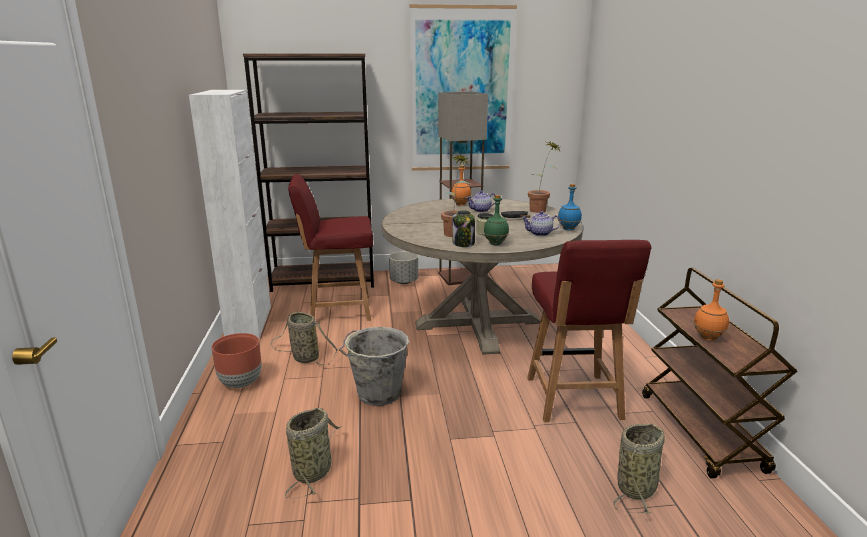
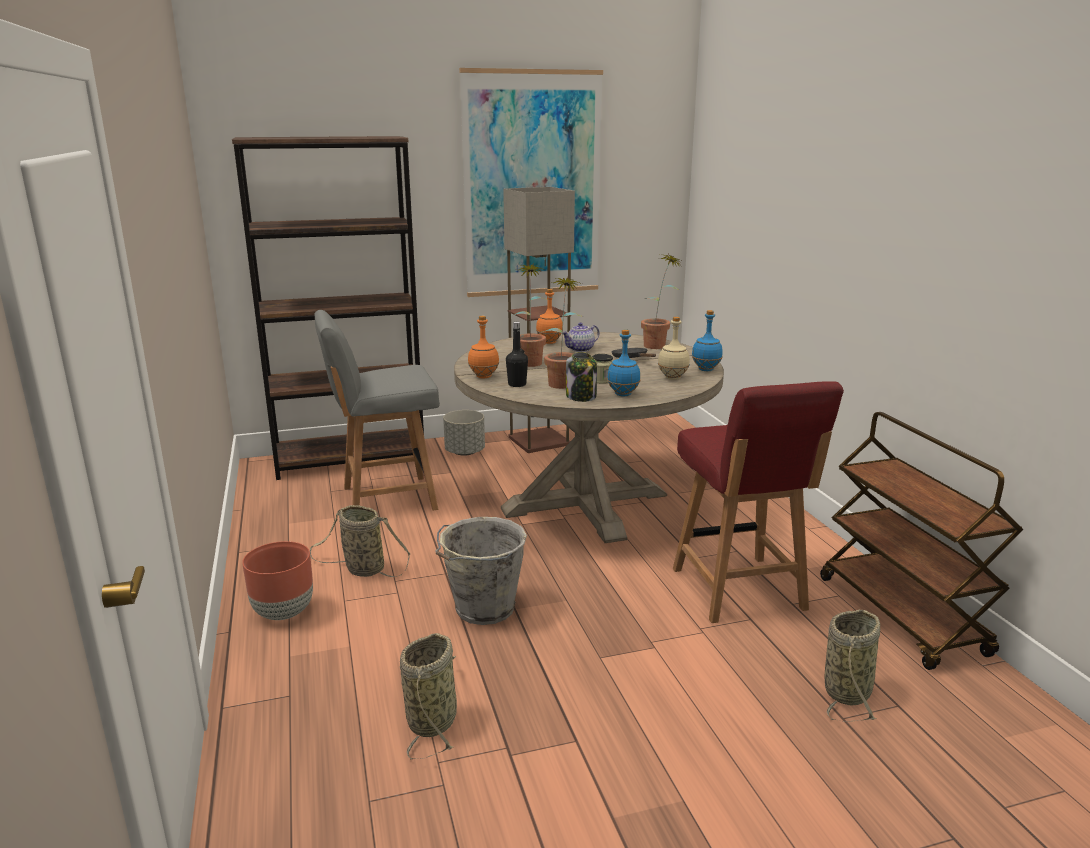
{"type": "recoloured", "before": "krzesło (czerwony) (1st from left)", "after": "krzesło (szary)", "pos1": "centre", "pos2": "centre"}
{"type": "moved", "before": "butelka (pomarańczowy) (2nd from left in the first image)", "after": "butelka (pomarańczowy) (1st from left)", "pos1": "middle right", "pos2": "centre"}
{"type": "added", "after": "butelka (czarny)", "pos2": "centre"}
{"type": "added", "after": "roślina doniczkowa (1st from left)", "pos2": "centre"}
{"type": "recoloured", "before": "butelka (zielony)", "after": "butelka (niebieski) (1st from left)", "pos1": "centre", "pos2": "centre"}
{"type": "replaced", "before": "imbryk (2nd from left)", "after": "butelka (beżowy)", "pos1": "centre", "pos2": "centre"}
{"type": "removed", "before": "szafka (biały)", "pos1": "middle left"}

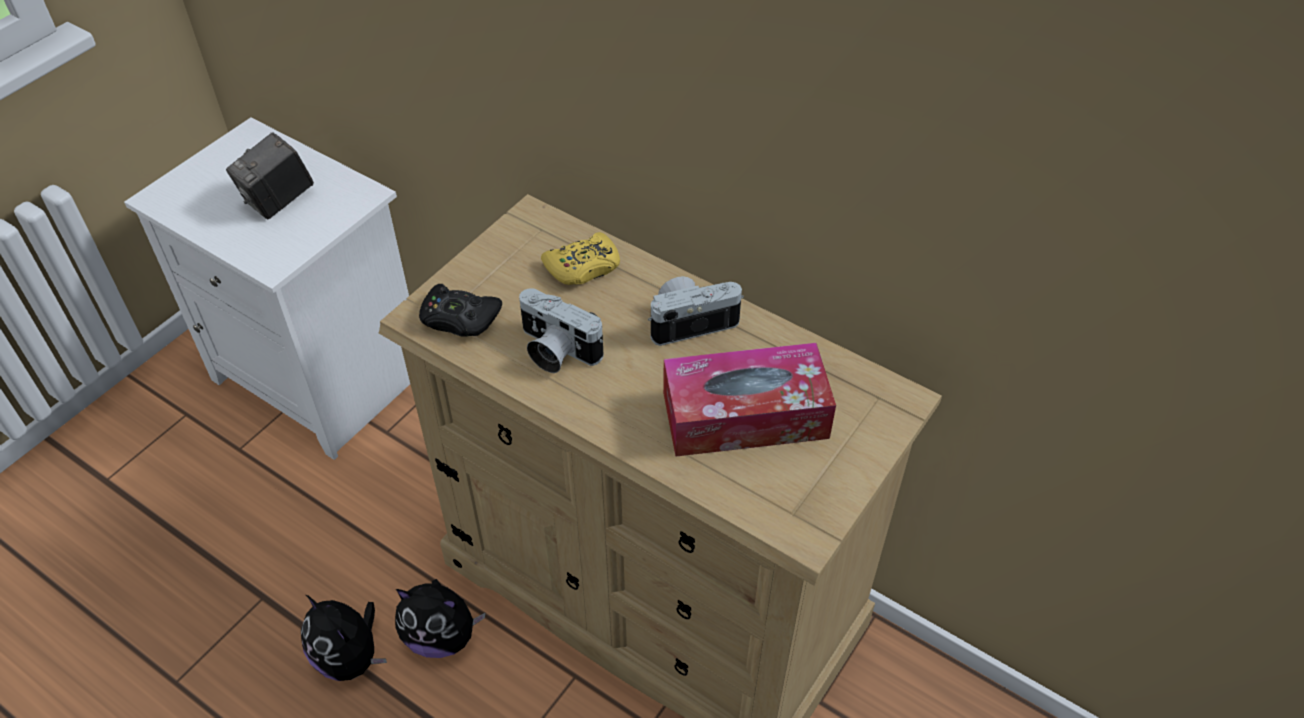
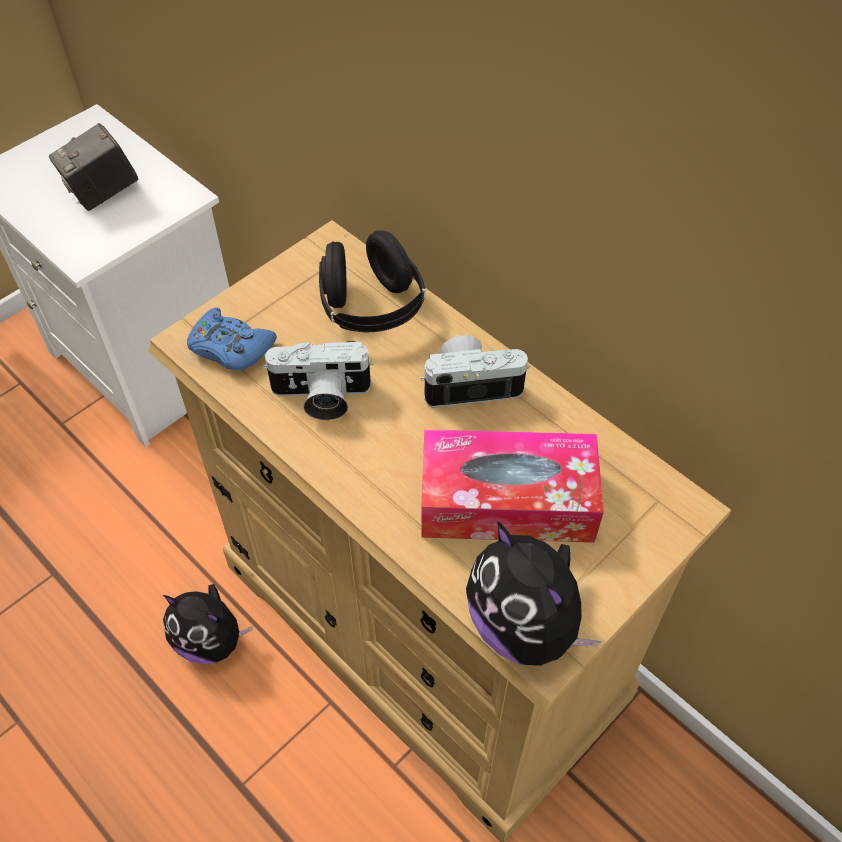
{"type": "recoloured", "before": "pad do gier (czarny)", "after": "pad do gier (niebieski)", "pos1": "centre", "pos2": "middle left"}
{"type": "turned", "before": "aparat fotograficzny (2nd from left)", "pos1": "centre", "pos2": "centre", "turn": -45}
{"type": "replaced", "before": "pad do gier (żółty)", "after": "słuchawki (czarny)", "pos1": "centre", "pos2": "centre"}
{"type": "moved", "before": "pluszak (1st from left in the first image)", "after": "pluszak (2nd from left)", "pos1": "bottom left", "pos2": "bottom centre"}

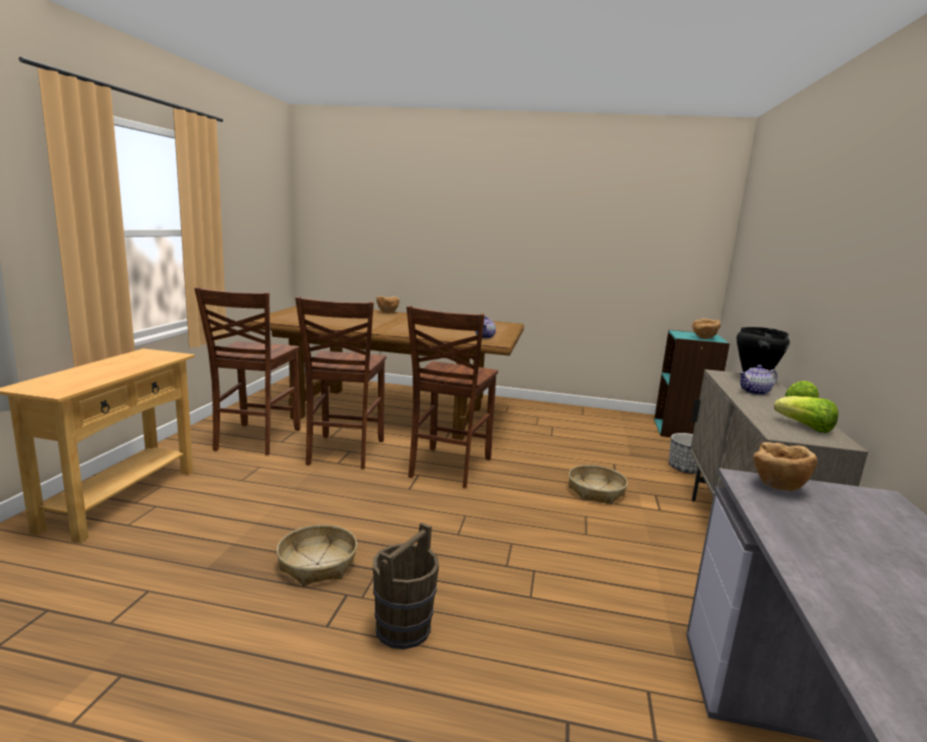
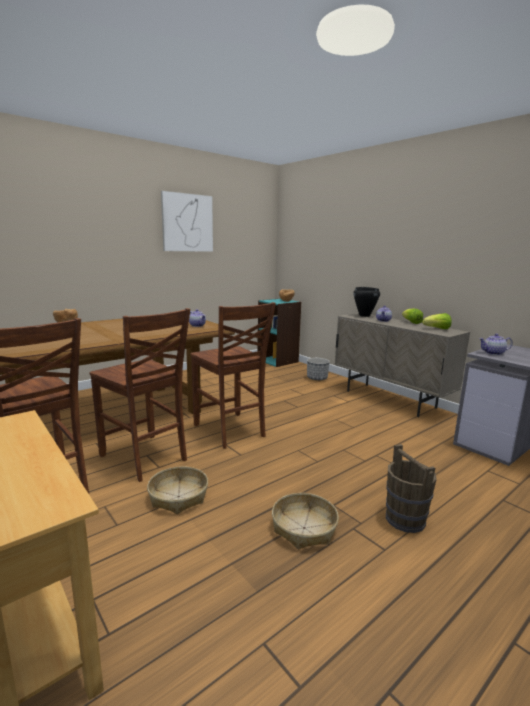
{"type": "moved", "before": "koszyk (2nd from left in the first image)", "after": "koszyk (1st from left)", "pos1": "centre", "pos2": "bottom centre"}
{"type": "added", "after": "obraz", "pos2": "top centre"}
{"type": "replaced", "before": "miska (brązowy) (3rd from left)", "after": "imbryk (3rd from left)", "pos1": "middle right", "pos2": "middle right"}

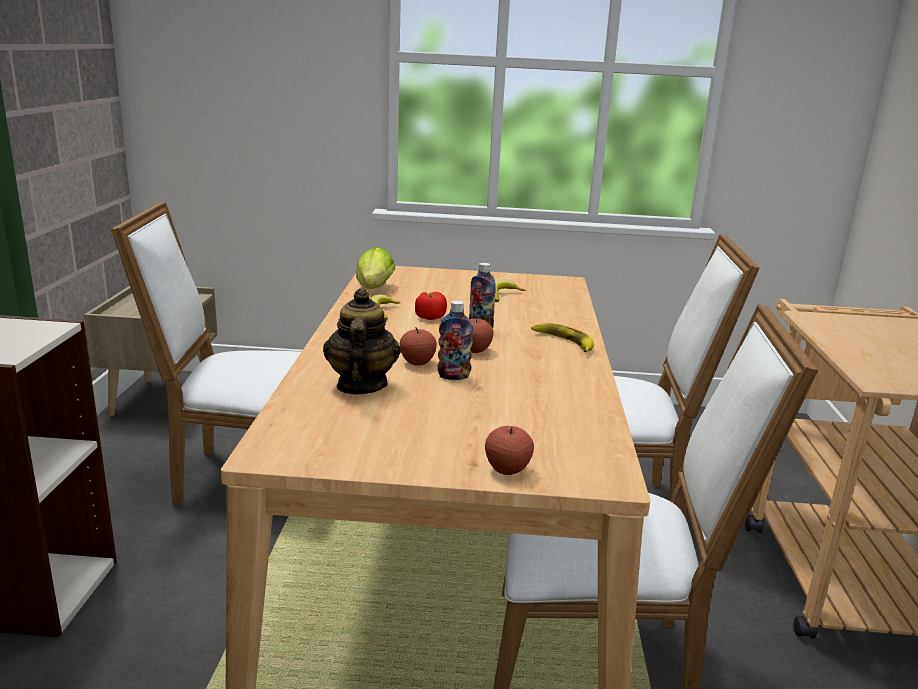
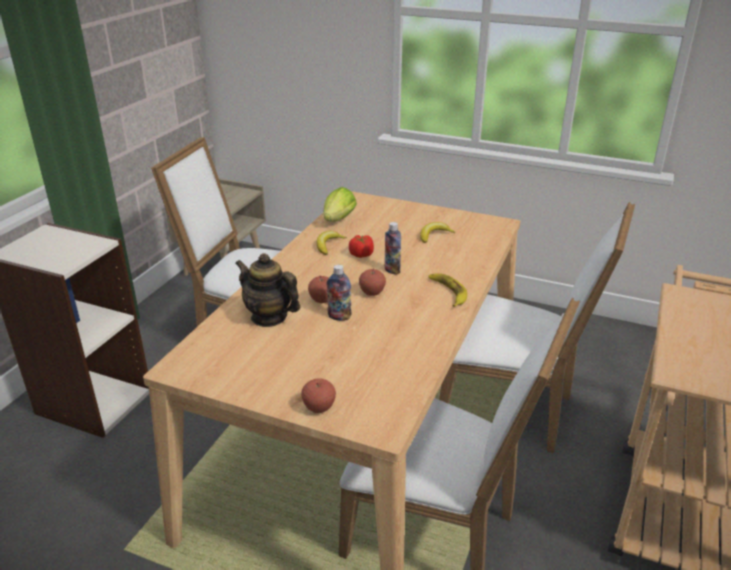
{"type": "turned", "before": "imbryk", "pos1": "centre", "pos2": "centre", "turn": -75}

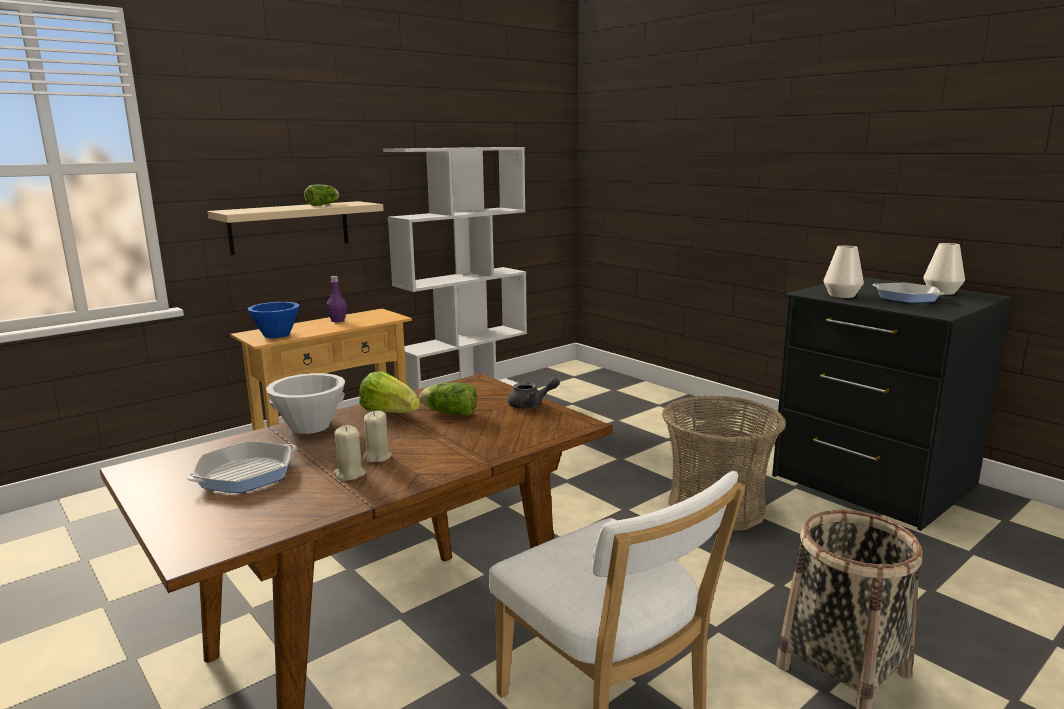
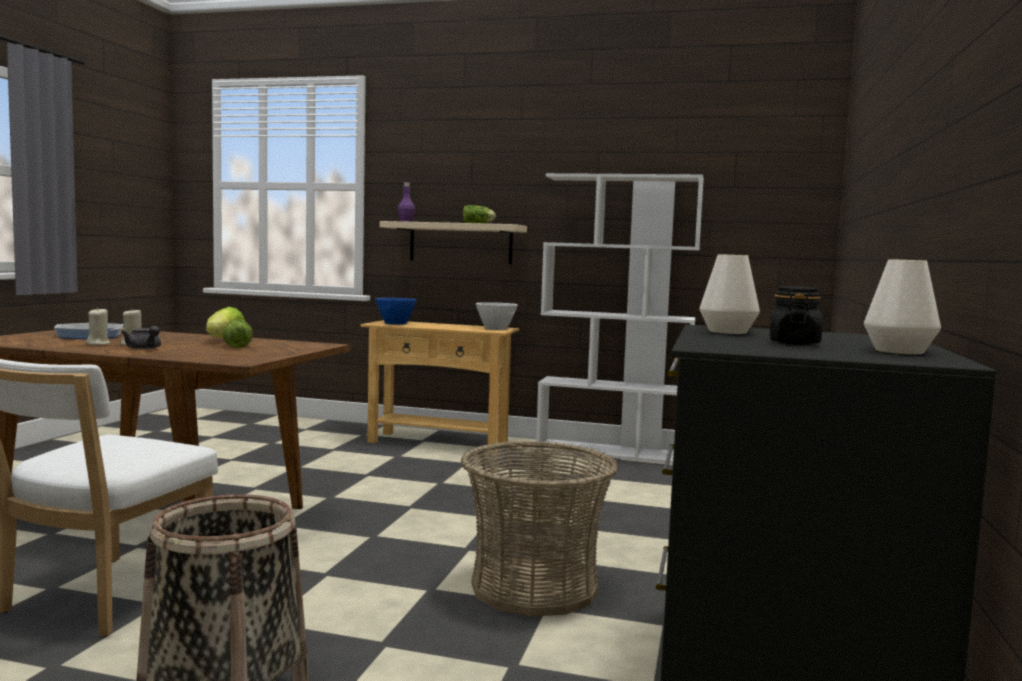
{"type": "moved", "before": "imbryk (szary)", "pos1": "centre", "pos2": "middle left"}
{"type": "moved", "before": "butelka (fioletowy)", "pos1": "middle left", "pos2": "top centre"}
{"type": "moved", "before": "miska (biały)", "pos1": "middle left", "pos2": "centre"}
{"type": "replaced", "before": "patelnia (2nd from left)", "after": "słoik (czarny)", "pos1": "middle right", "pos2": "middle right"}

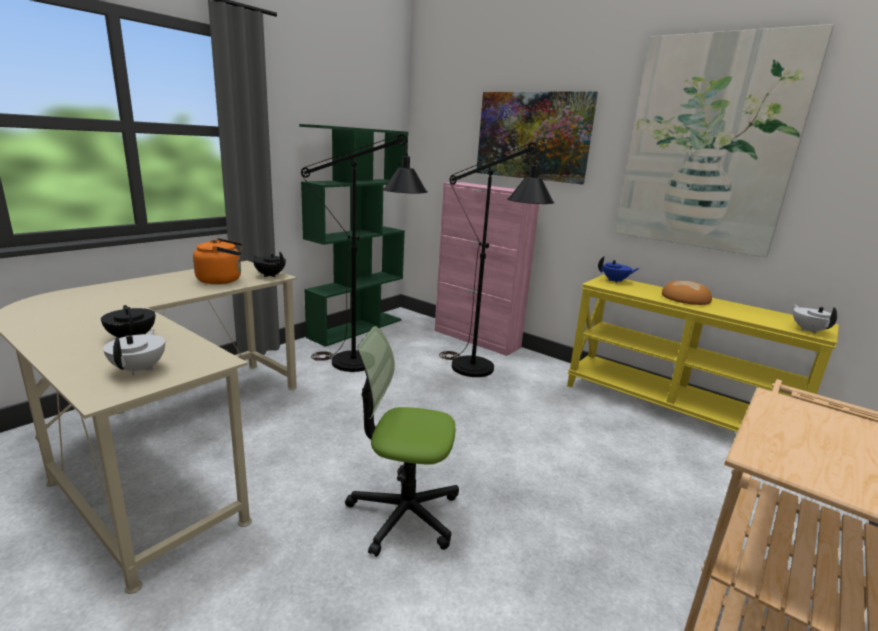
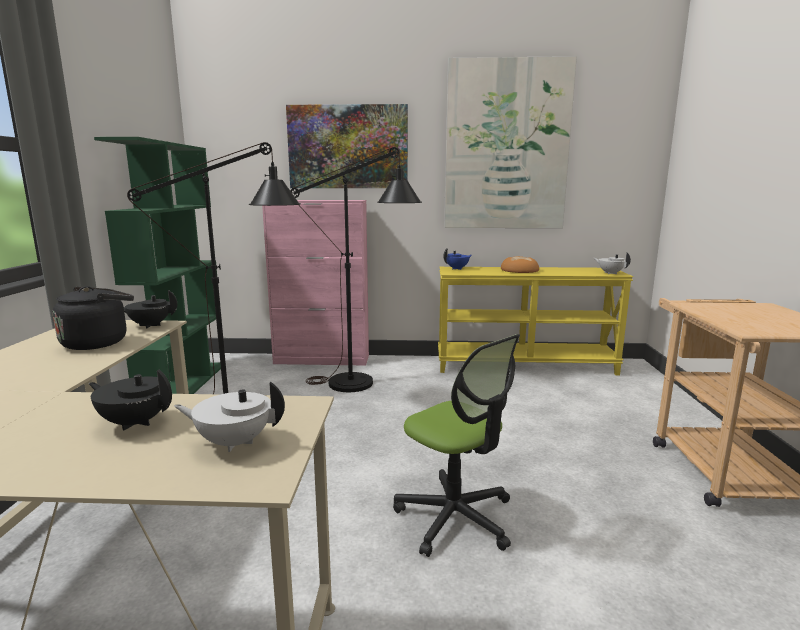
{"type": "recoloured", "before": "czajnik (pomarańczowy)", "after": "czajnik (czarny)", "pos1": "middle left", "pos2": "middle left"}
{"type": "turned", "before": "imbryk (biały) (1st from left)", "pos1": "middle left", "pos2": "middle left", "turn": -45}
{"type": "turned", "before": "krzesło biurowe", "pos1": "bottom centre", "pos2": "bottom centre", "turn": -105}

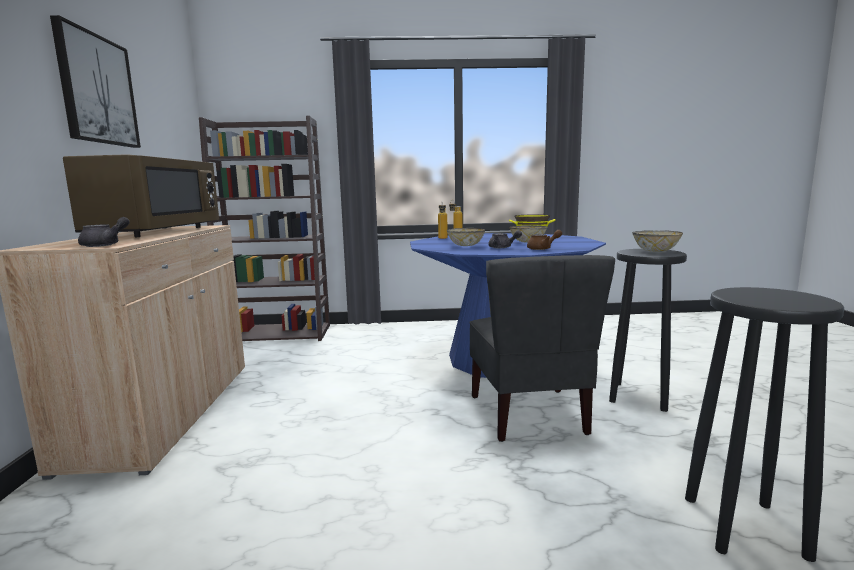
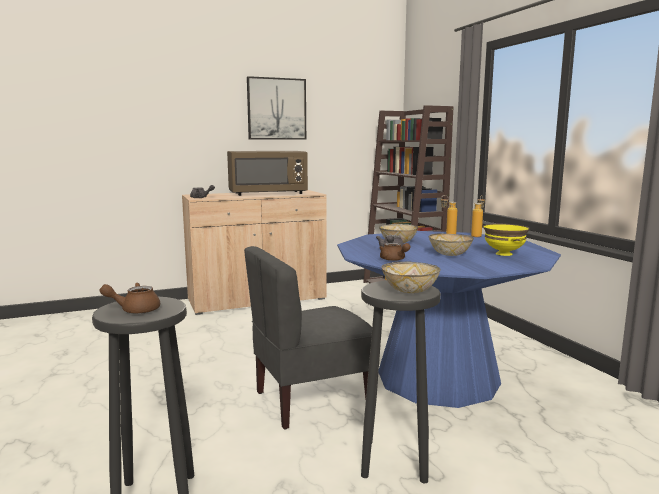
{"type": "added", "after": "imbryk (brązowy) (1st from left)", "pos2": "middle left"}

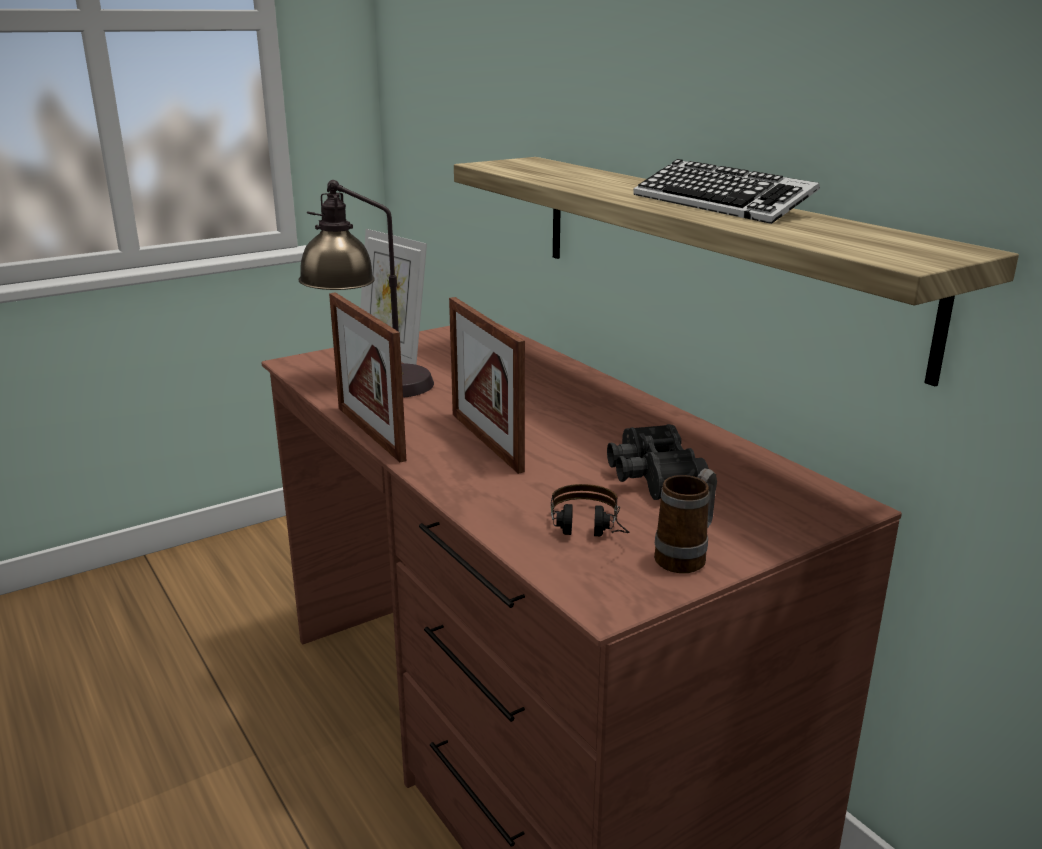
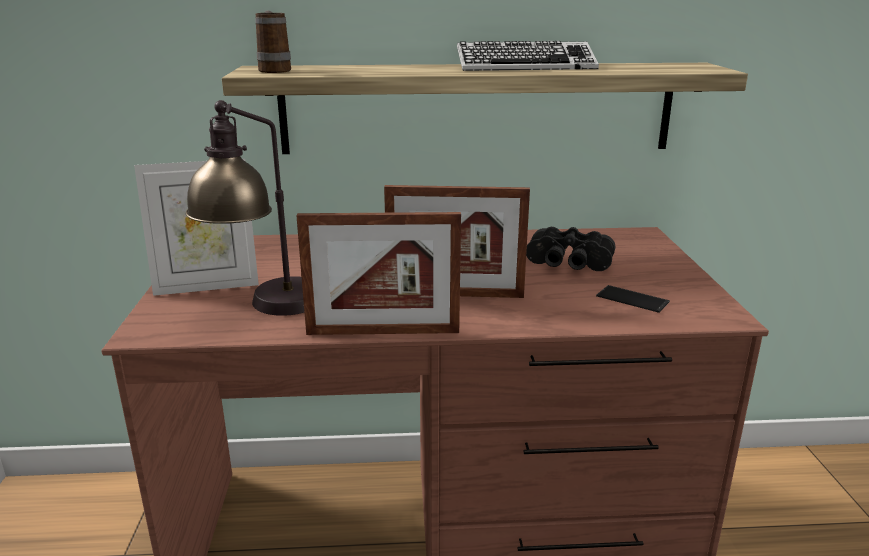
{"type": "moved", "before": "kubek", "pos1": "centre", "pos2": "top left"}
{"type": "replaced", "before": "słuchawki", "after": "telefon", "pos1": "centre", "pos2": "middle right"}

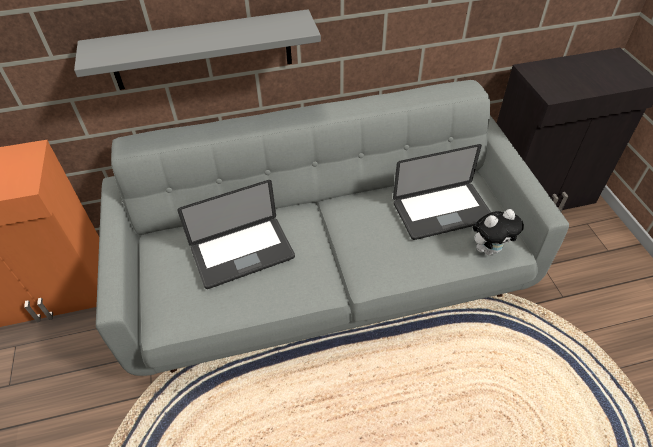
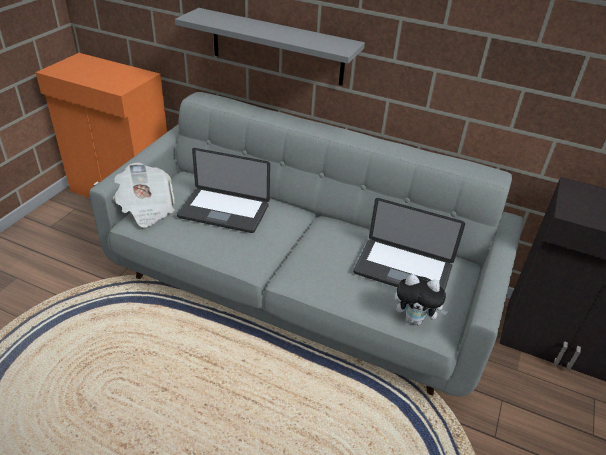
{"type": "added", "after": "gazeta", "pos2": "middle left"}

